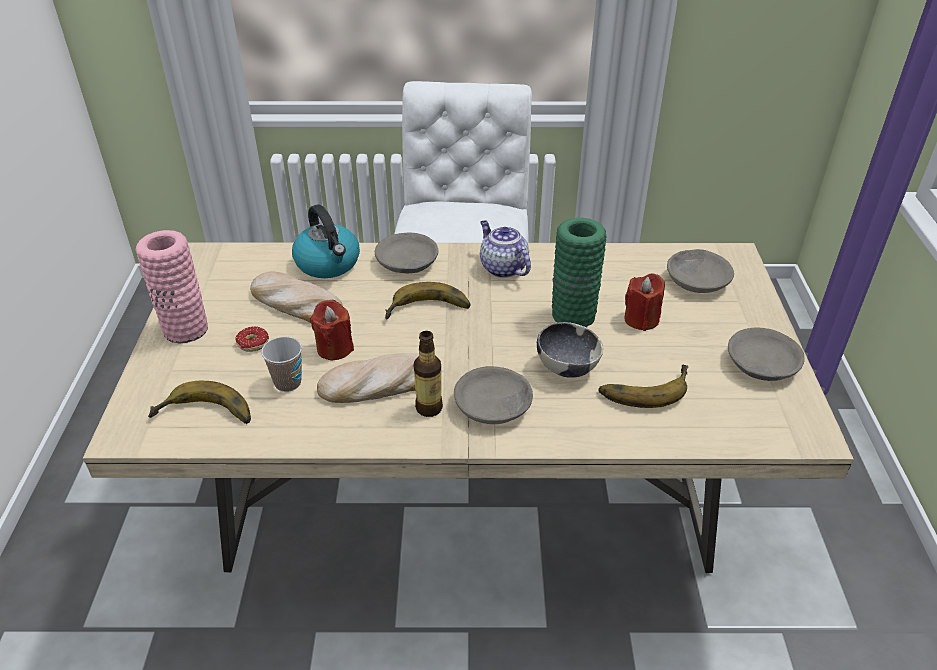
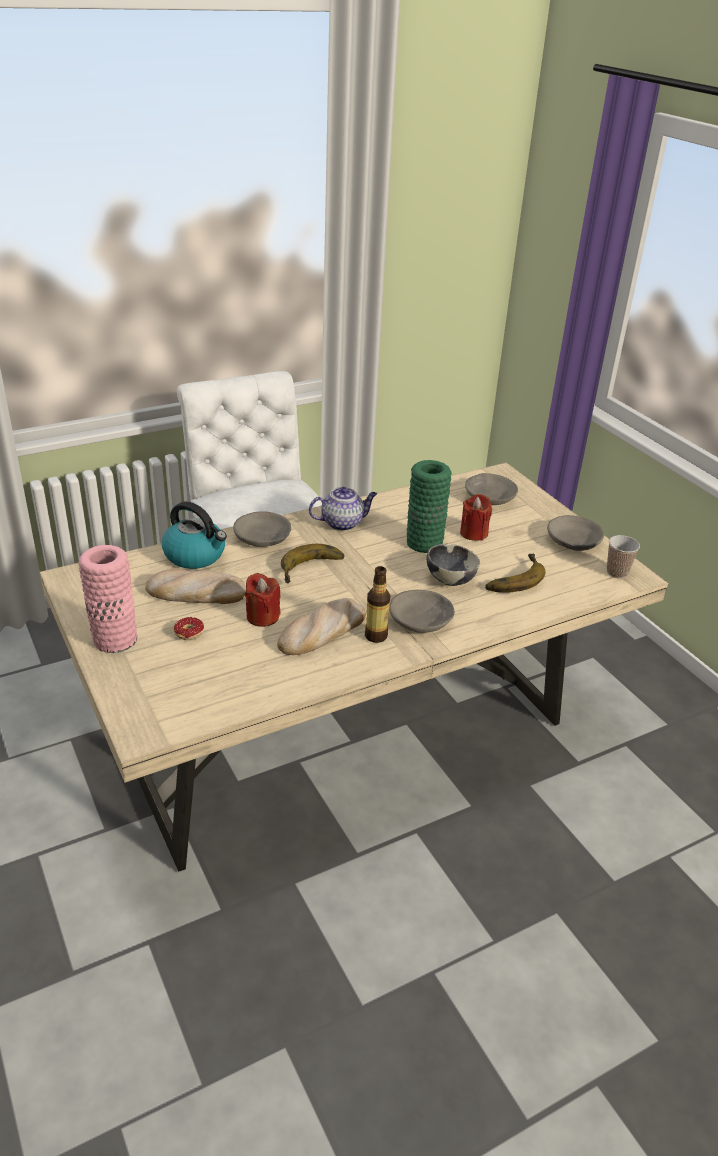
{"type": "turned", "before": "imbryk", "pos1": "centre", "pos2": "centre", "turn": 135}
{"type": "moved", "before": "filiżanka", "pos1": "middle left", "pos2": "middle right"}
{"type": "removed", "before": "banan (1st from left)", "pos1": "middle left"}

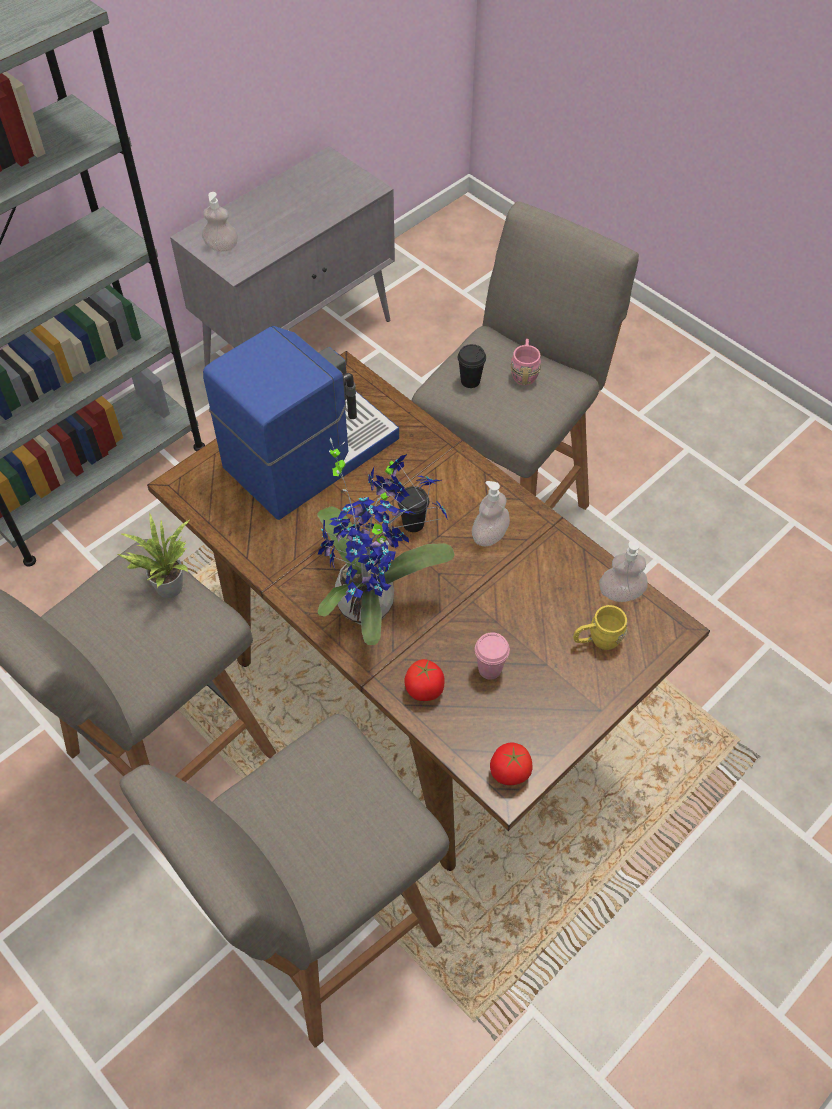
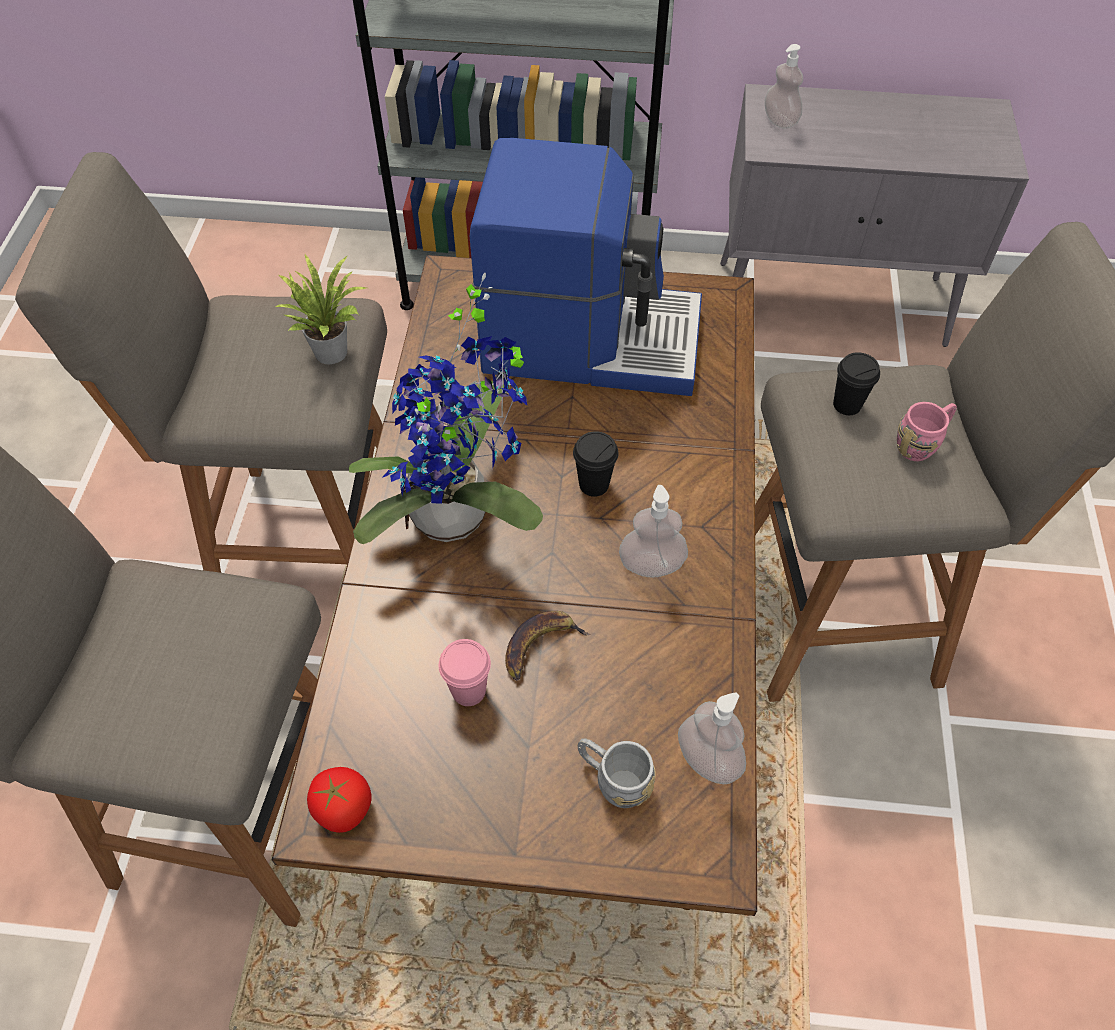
{"type": "added", "after": "banan", "pos2": "centre"}
{"type": "recoloured", "before": "kubek (żółty)", "after": "kubek (szary)", "pos1": "middle right", "pos2": "bottom centre"}
{"type": "removed", "before": "pomidor (1st from left)", "pos1": "centre"}

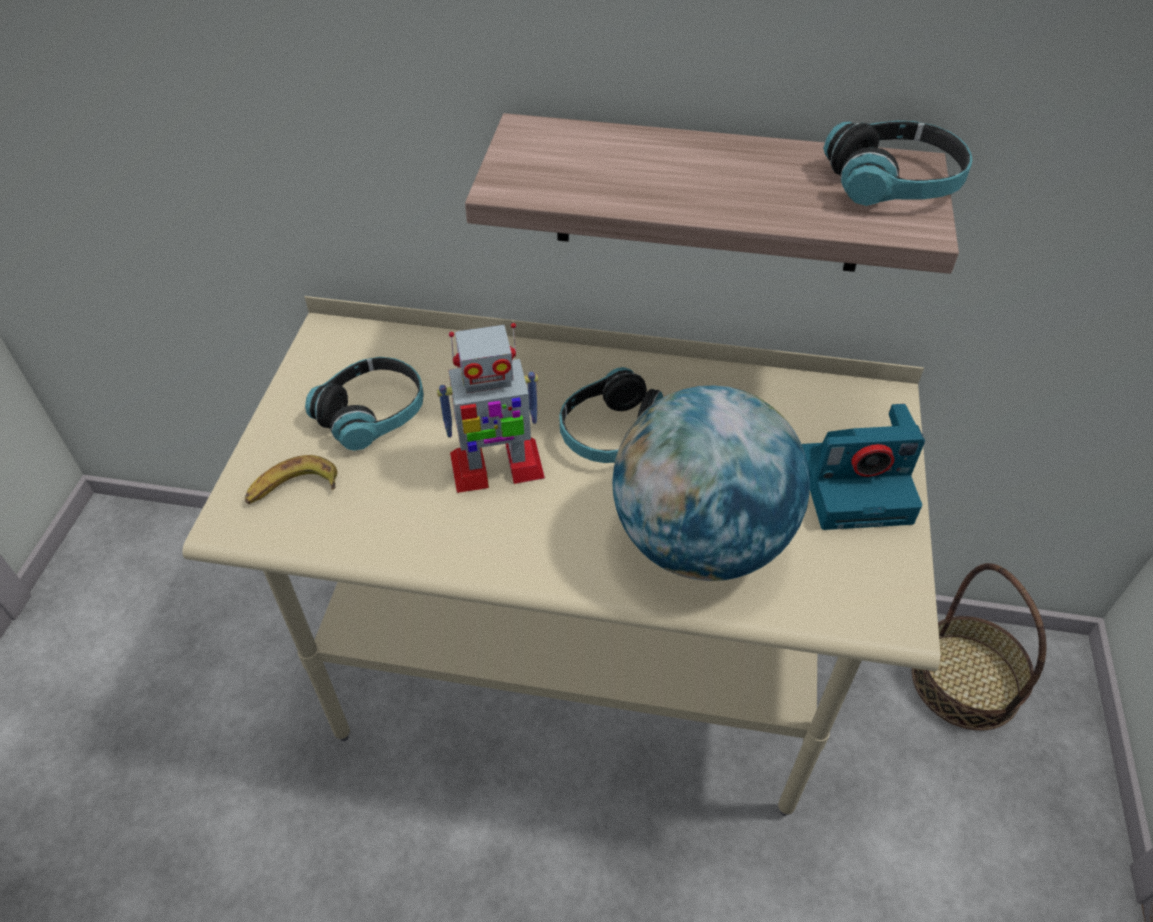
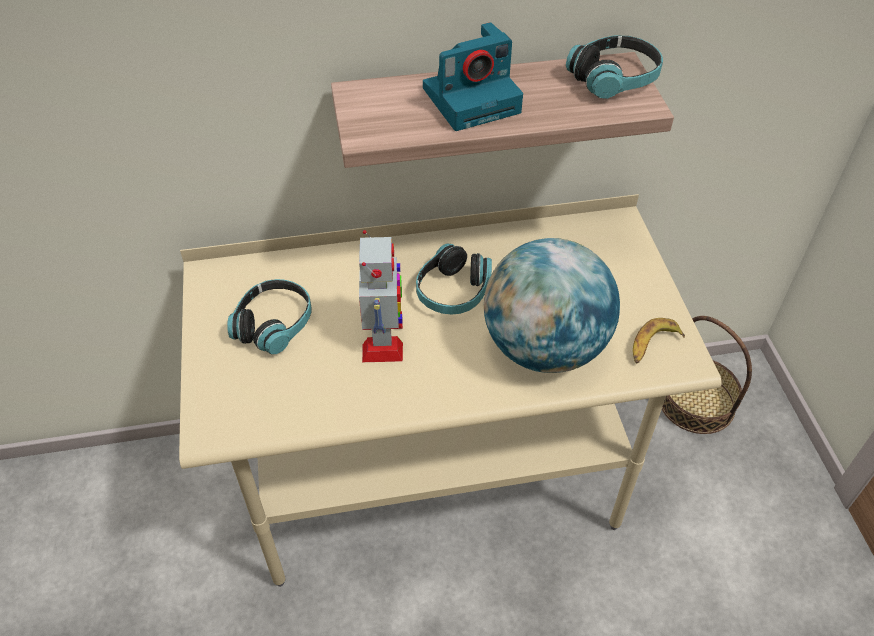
{"type": "turned", "before": "robot zabawkowy", "pos1": "centre", "pos2": "centre", "turn": -60}
{"type": "moved", "before": "aparat fotograficzny", "pos1": "middle right", "pos2": "top centre"}
{"type": "moved", "before": "banan", "pos1": "middle left", "pos2": "middle right"}

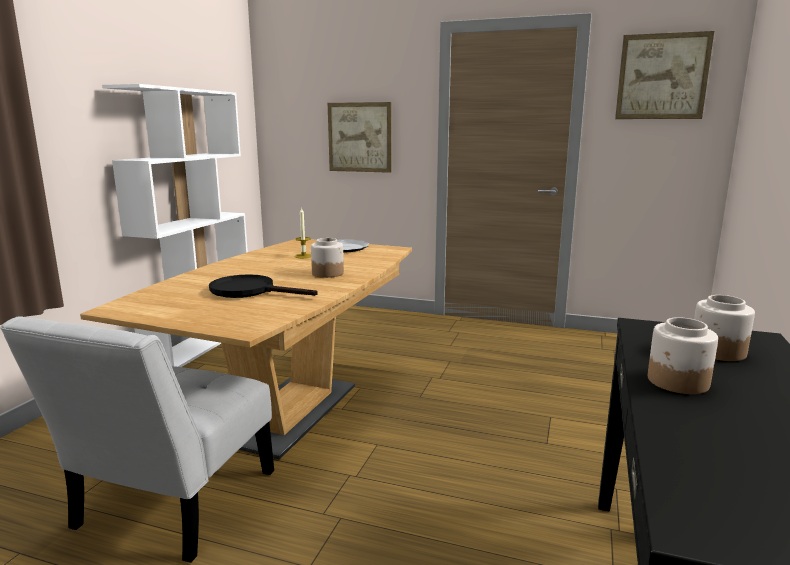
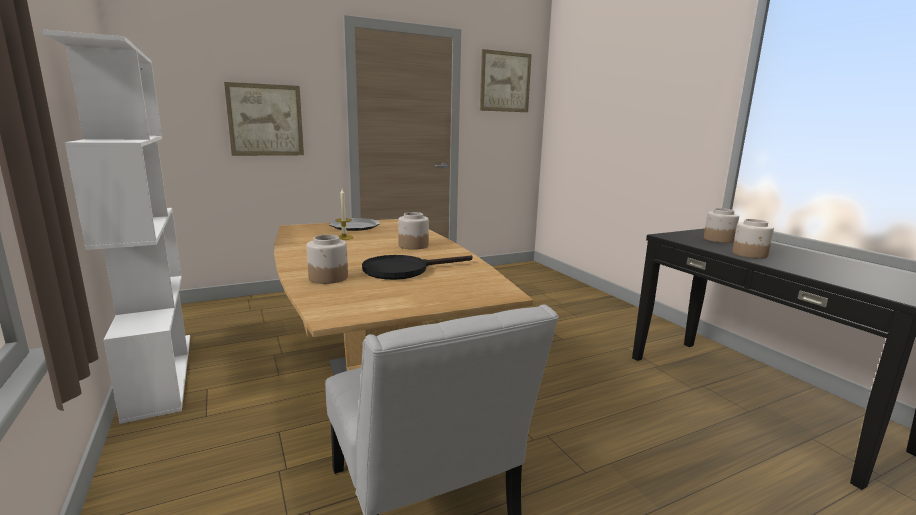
{"type": "added", "after": "słoik (1st from left)", "pos2": "centre"}

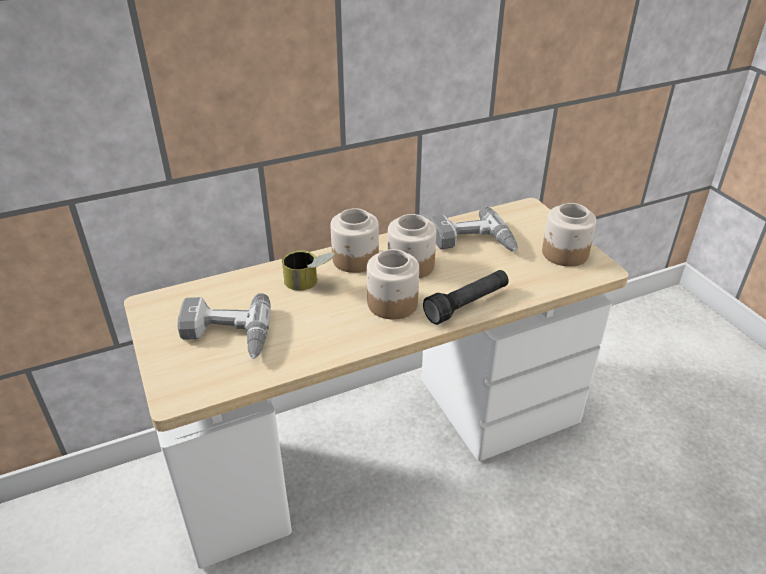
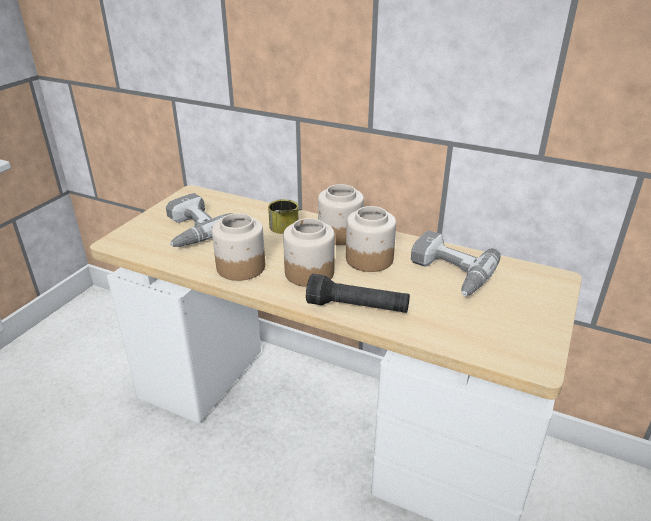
{"type": "moved", "before": "słoik (4th from left in the first image)", "after": "słoik (1st from left)", "pos1": "middle right", "pos2": "centre"}

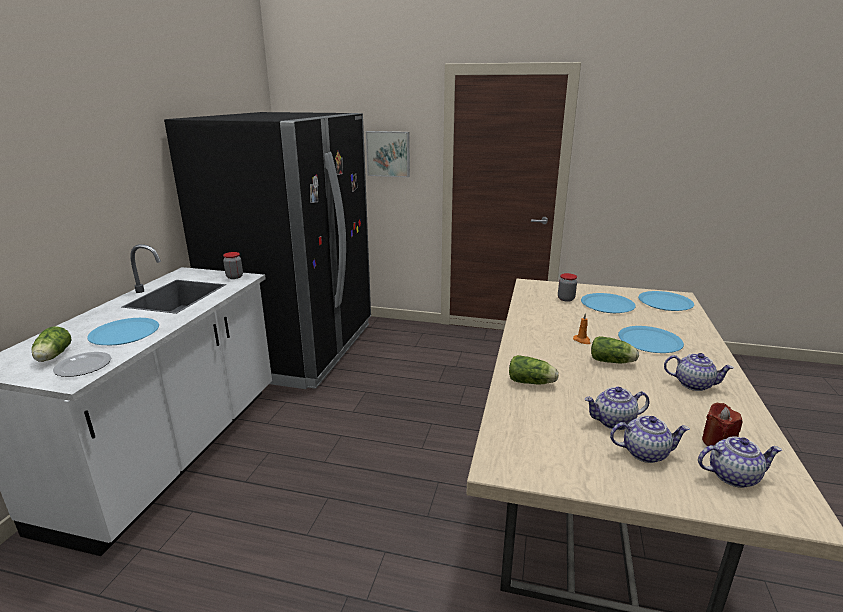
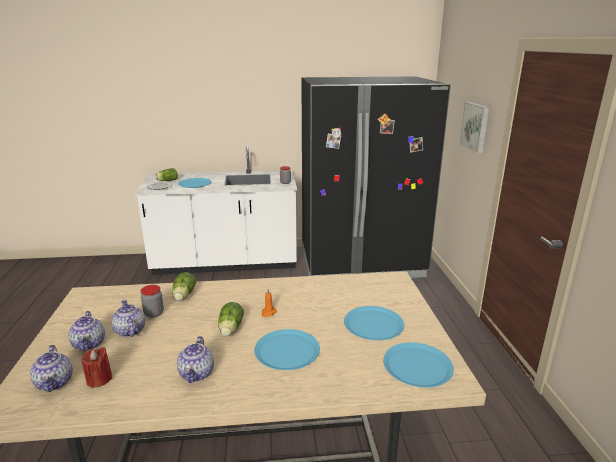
{"type": "moved", "before": "słoik (2nd from left in the first image)", "after": "słoik (1st from left)", "pos1": "middle right", "pos2": "middle left"}

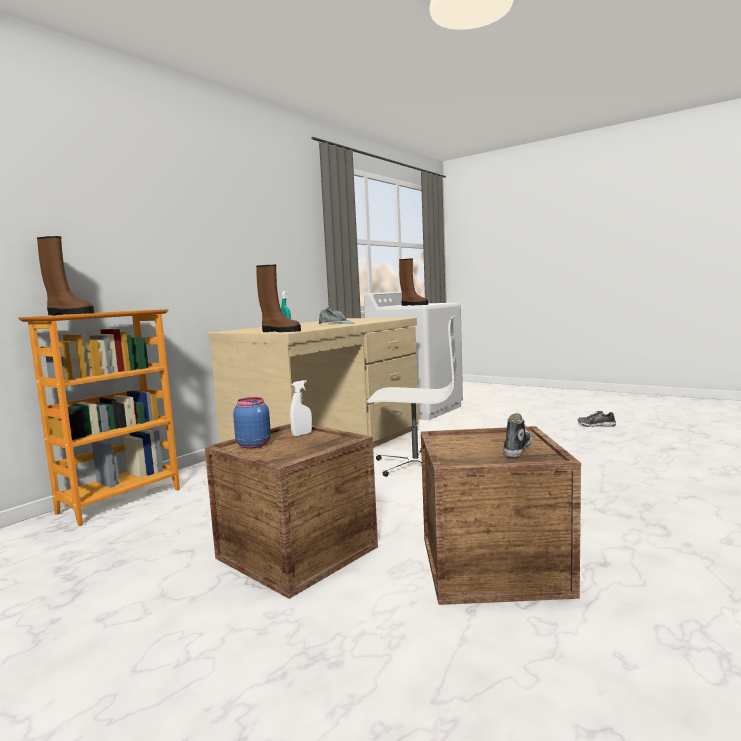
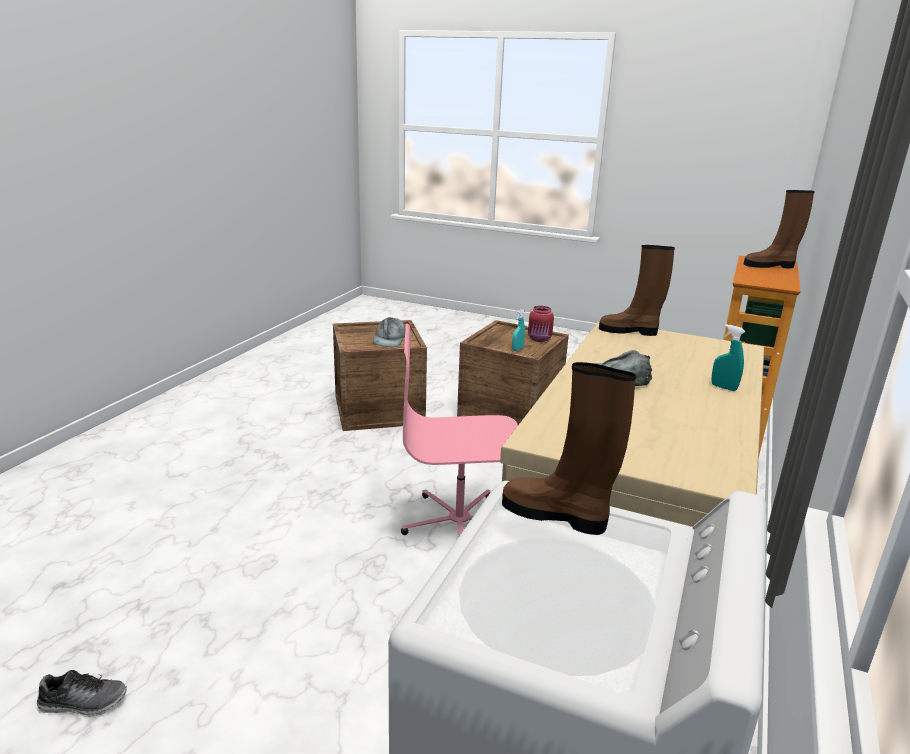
{"type": "added", "after": "czapka z daszkiem (szary) (1st from left)", "pos2": "centre"}
{"type": "recoloured", "before": "krzesło biurowe (biały)", "after": "krzesło biurowe (różowy)", "pos1": "centre", "pos2": "centre"}
{"type": "recoloured", "before": "spryskiwacz (biały)", "after": "spryskiwacz (turkusowy) (1st from left)", "pos1": "centre", "pos2": "centre"}
{"type": "recoloured", "before": "słoik (niebieski)", "after": "słoik (czerwony)", "pos1": "centre", "pos2": "centre"}
{"type": "removed", "before": "but (1st from left)", "pos1": "middle right"}

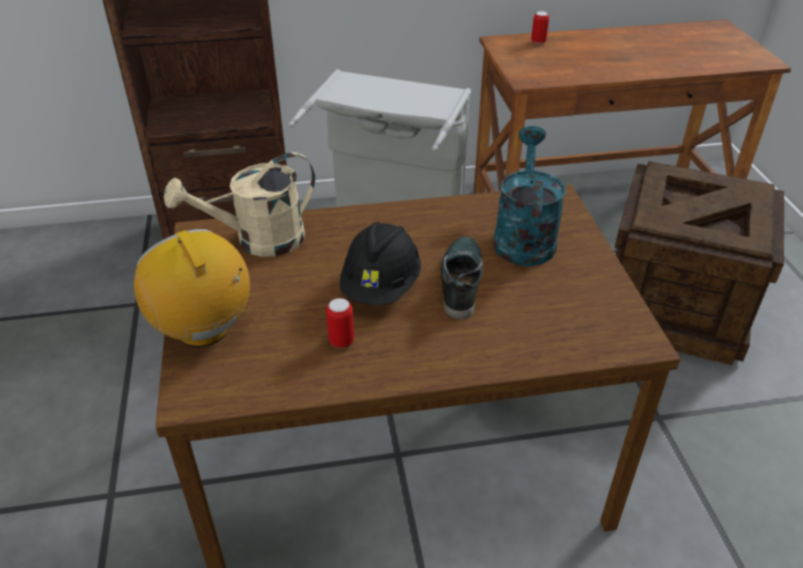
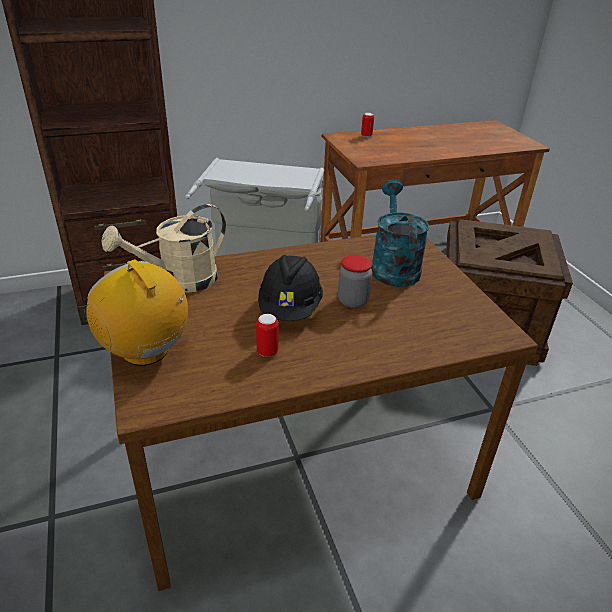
{"type": "replaced", "before": "but", "after": "słoik", "pos1": "centre", "pos2": "centre"}

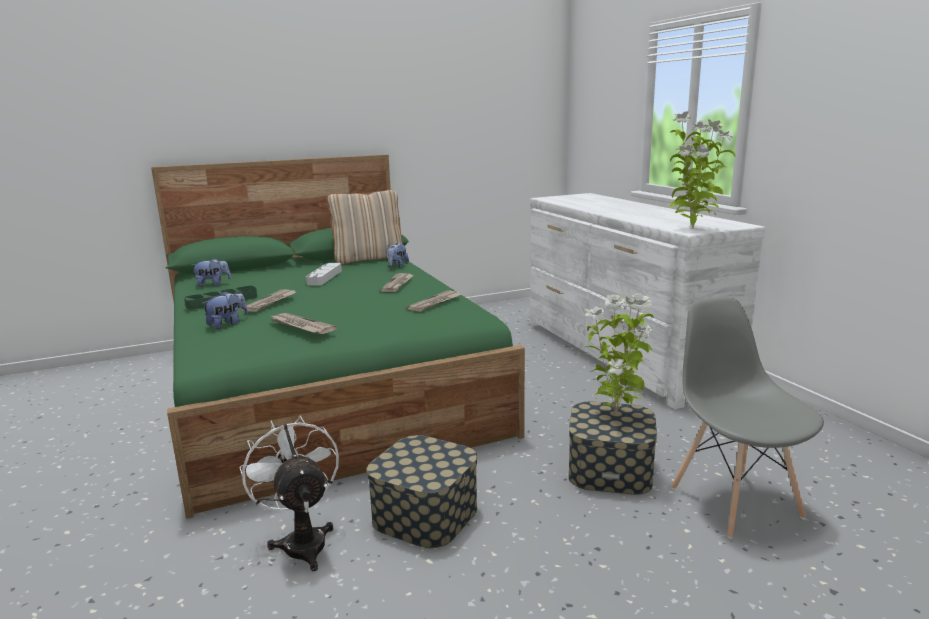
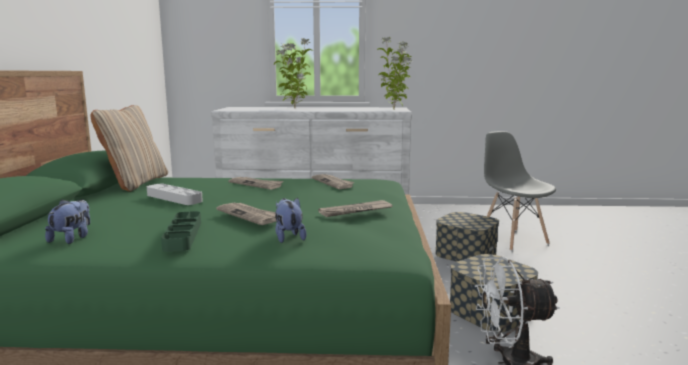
{"type": "moved", "before": "roślina doniczkowa (1st from left)", "pos1": "centre", "pos2": "top centre"}
{"type": "turned", "before": "krzesło (szary)", "pos1": "bottom right", "pos2": "middle right", "turn": 60}
{"type": "removed", "before": "pluszak (3rd from left)", "pos1": "centre"}

